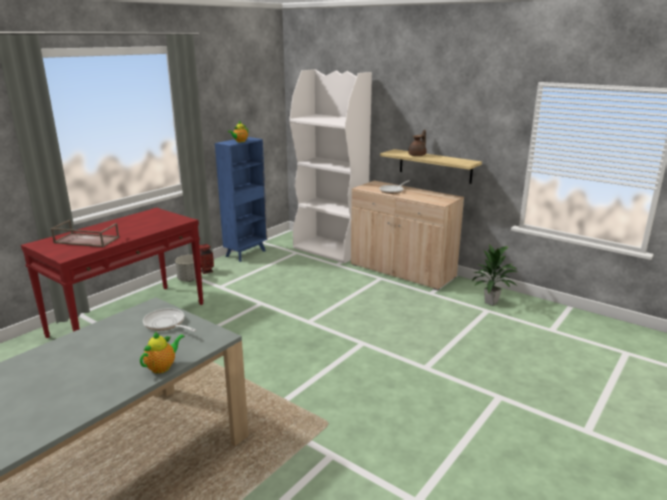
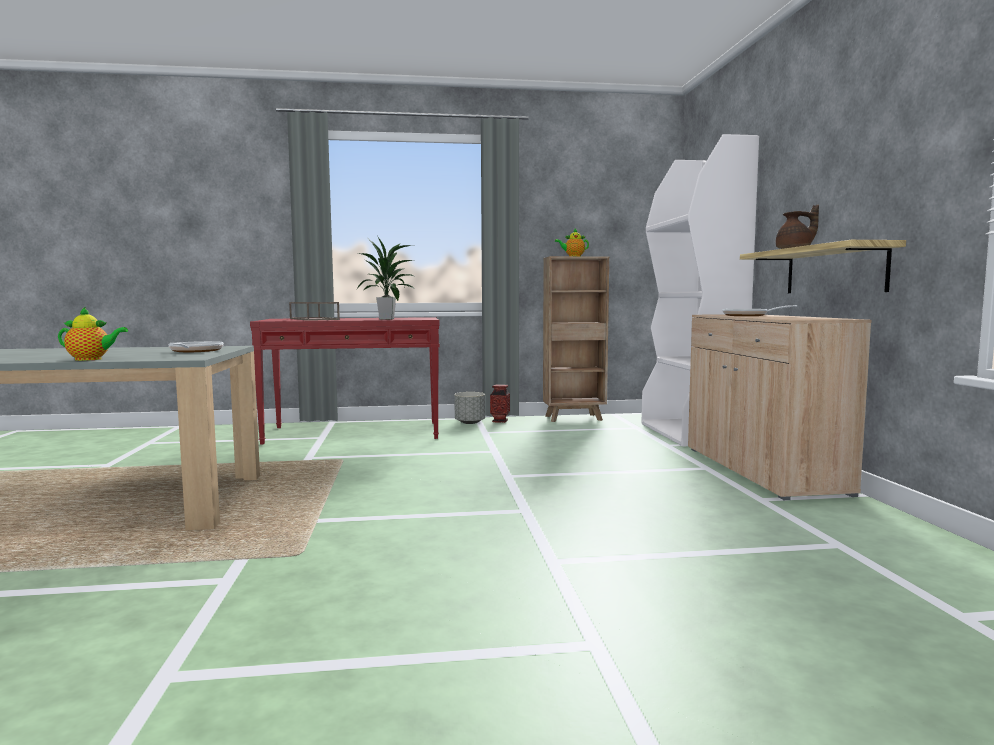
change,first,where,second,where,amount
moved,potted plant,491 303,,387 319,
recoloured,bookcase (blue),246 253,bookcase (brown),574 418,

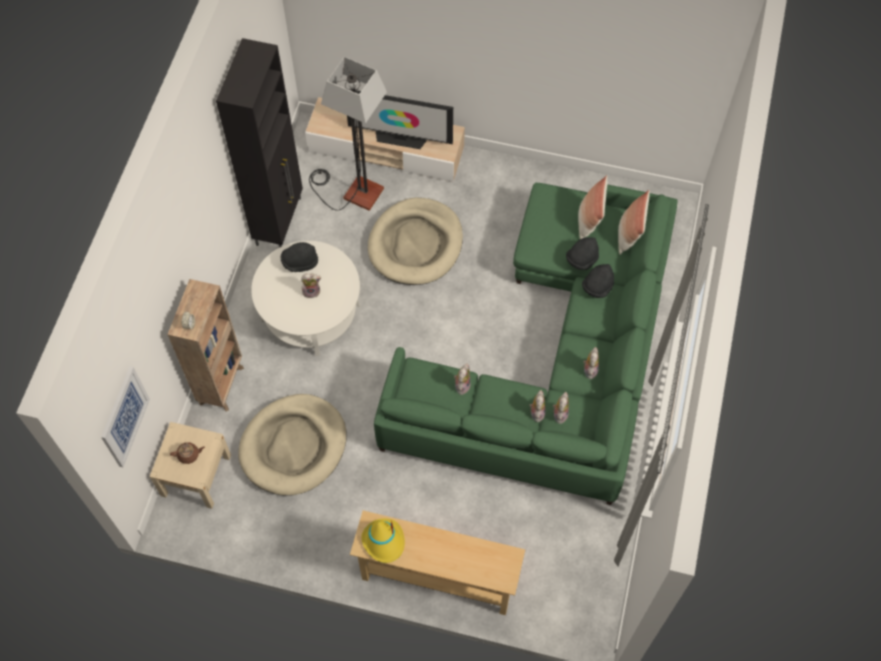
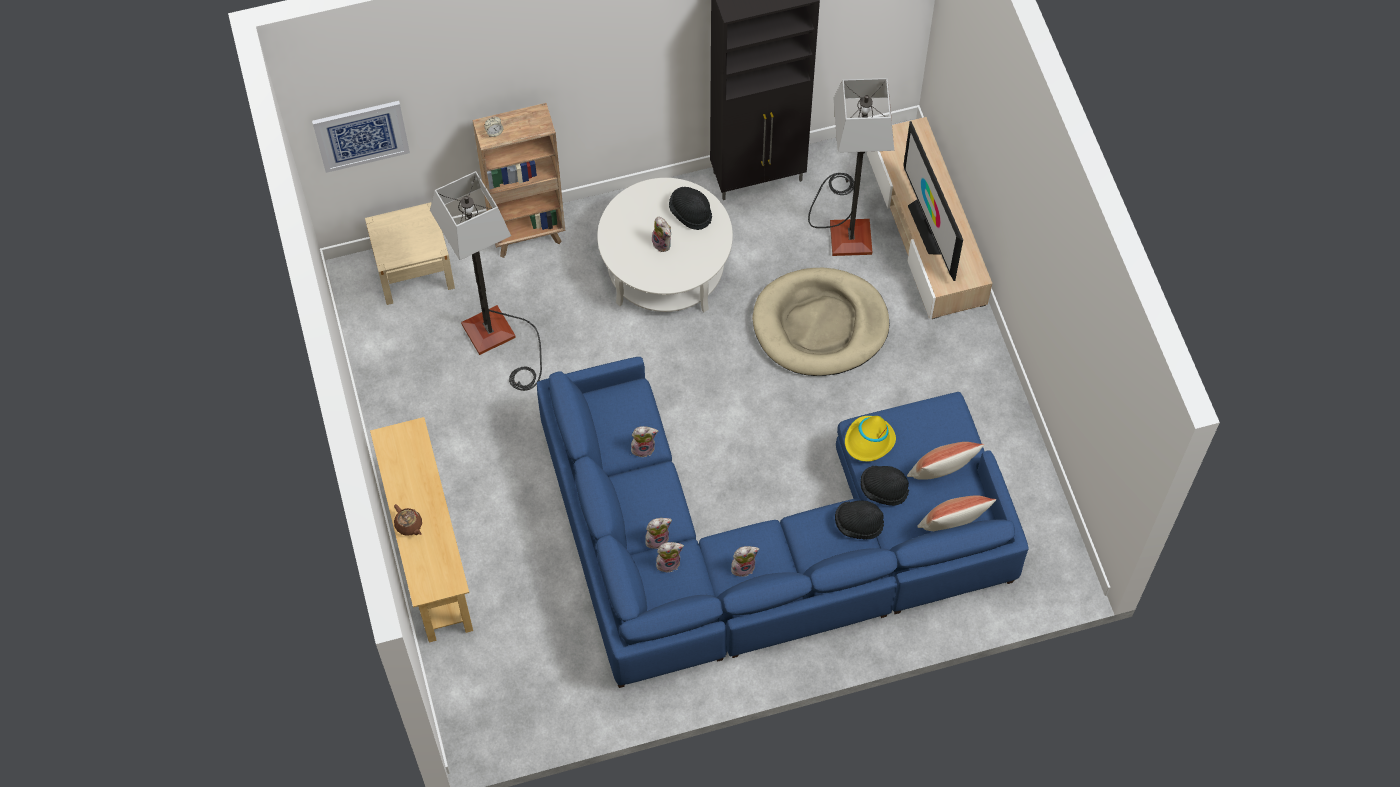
change,first,where,second,where,amount
moved,teapot (brown),189 455,,409 525,
moved,hat (yellow),384 541,,869 441,
replaced,dog bed (beige),294 446,floor lamp,499 340,
recoloured,sofa (green),555 359,sofa (blue),765 543,

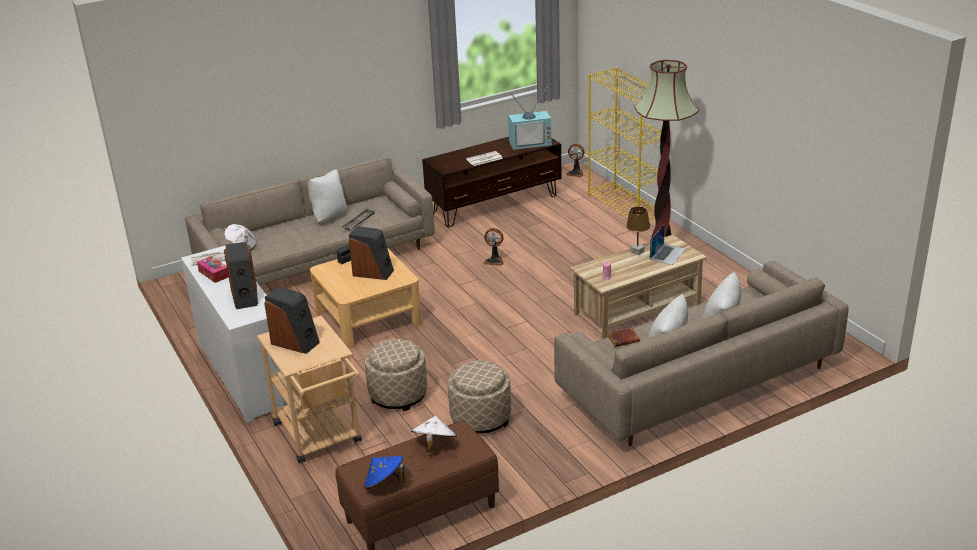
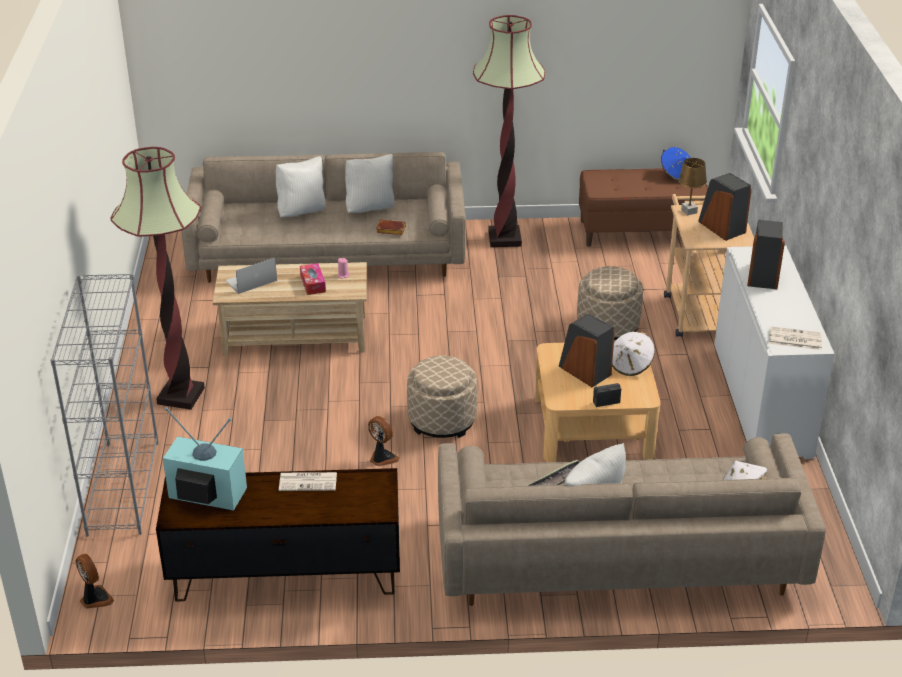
change,first,where,second,where,amount
added,,,floor lamp,505 238,
moved,tissue box,214 274,,313 284,
moved,hat (white),434 445,,631 365,
moved,ottoman (beige),481 418,,442 420,
moved,table lamp (brown),637 251,,688 211,
recoloured,bookcase (yellow),626 208,bookcase (grey),123 487,

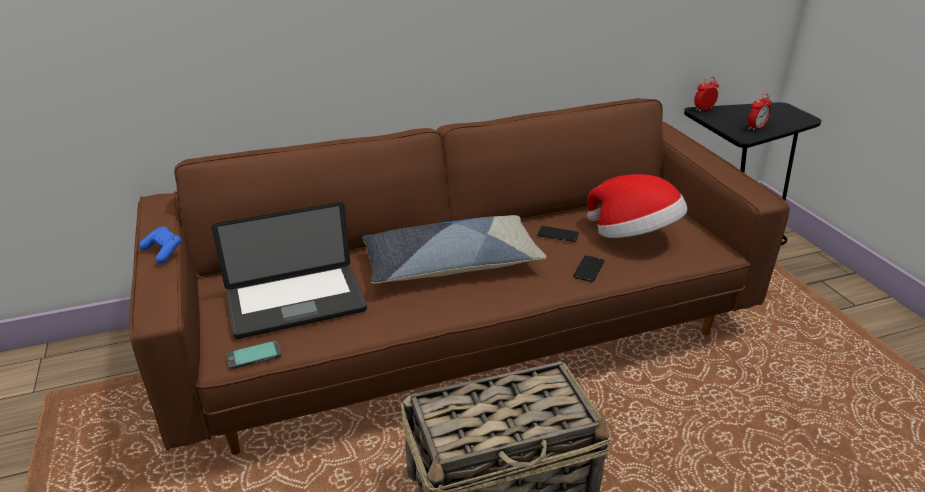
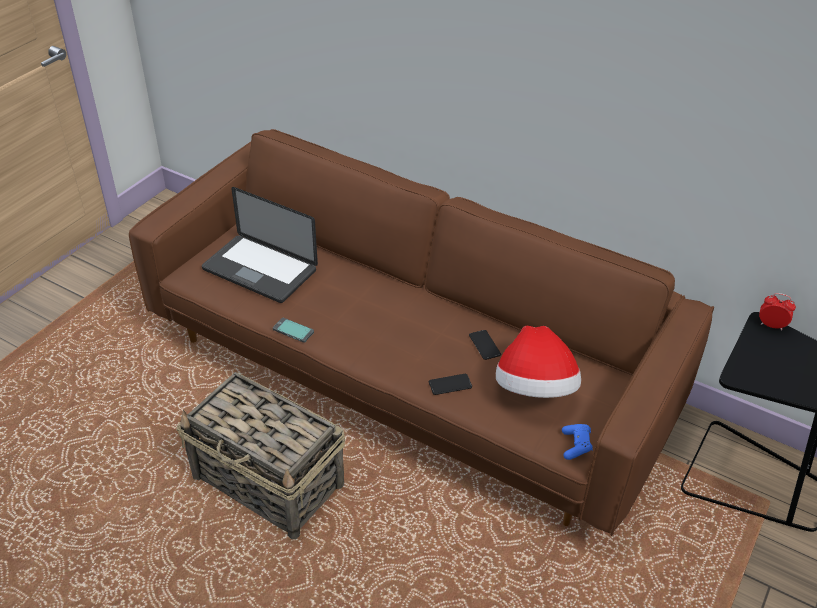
change,first,where,second,where,amount
removed,pillow,451 264,,,
removed,alarm clock,756 128,,,
moved,game controller (blue),163 252,,576 446,
moved,phone,254 356,,293 331,

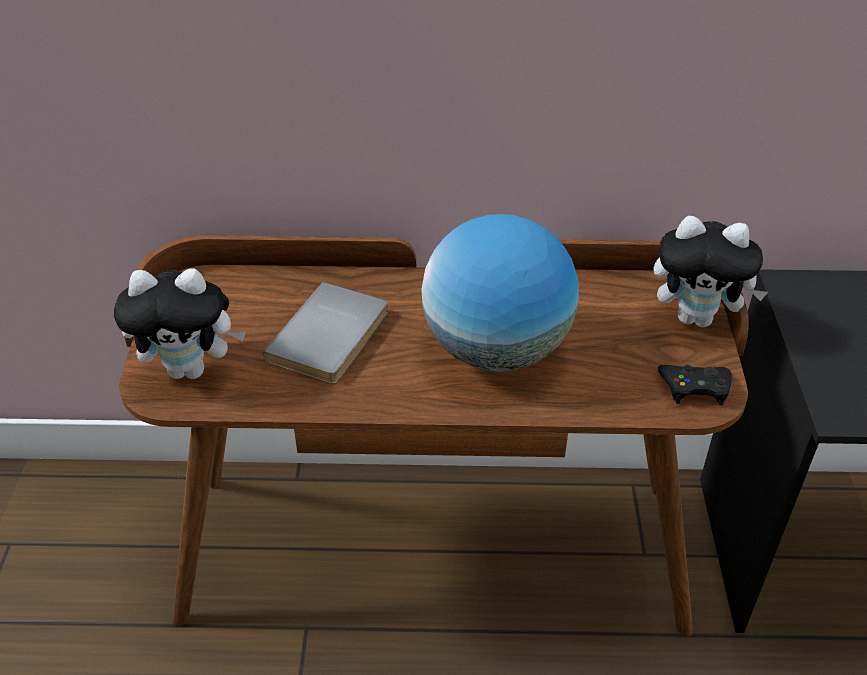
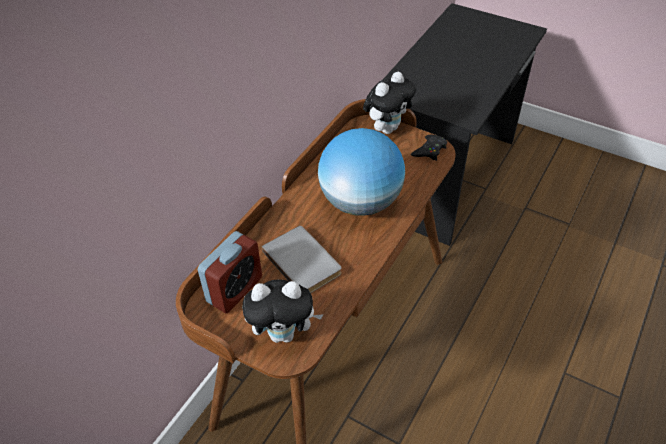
change,first,where,second,where,amount
added,,,alarm clock,234 290,
turned,plush toy,191 369,,284 333,60 degrees clockwise

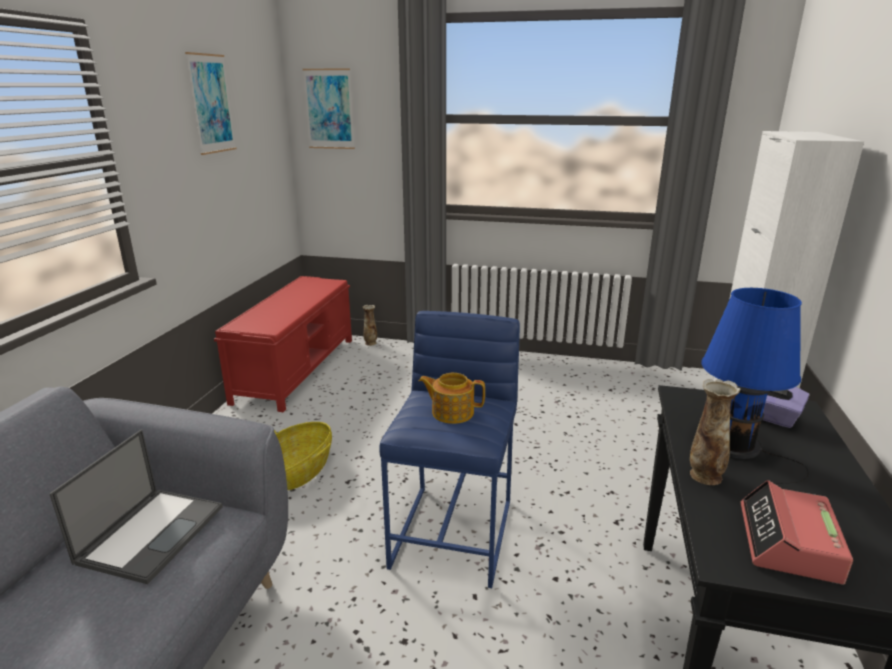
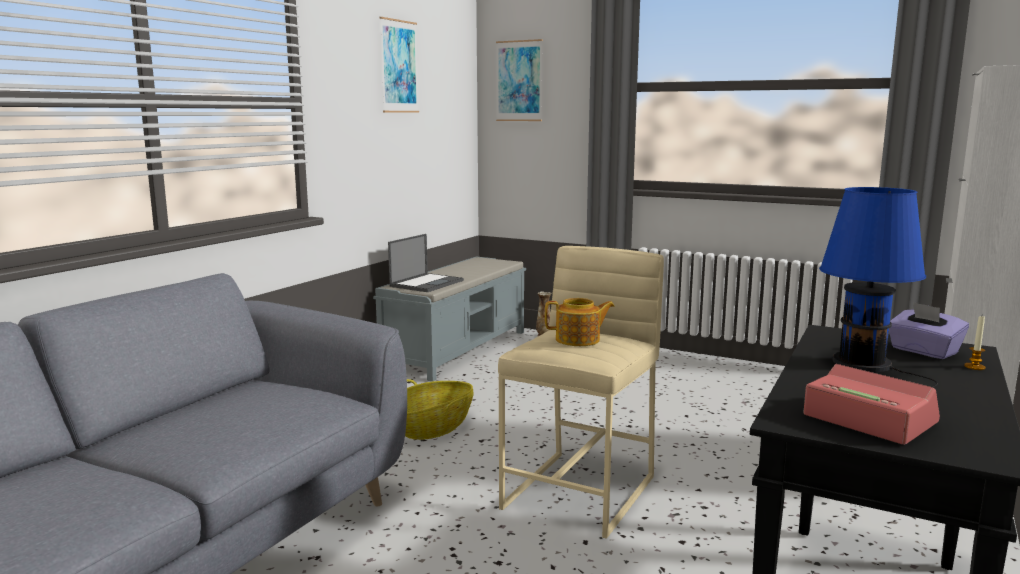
change,first,where,second,where,amount
removed,vase,704 476,,,
added,,,candle,974 367,
moved,laptop,152 532,,427 283,
recoloured,bench (red),297 368,bench (grey),457 349,
recoloured,stool (blue),454 532,stool (beige),581 492,
turned,teapot,452 412,,578 340,150 degrees clockwise
turned,alarm clock,788 543,,868 419,105 degrees clockwise

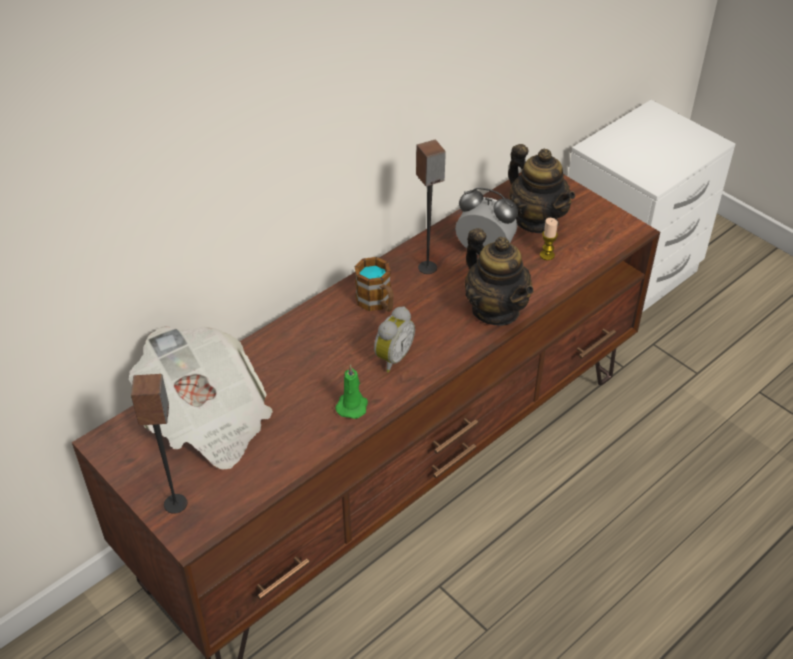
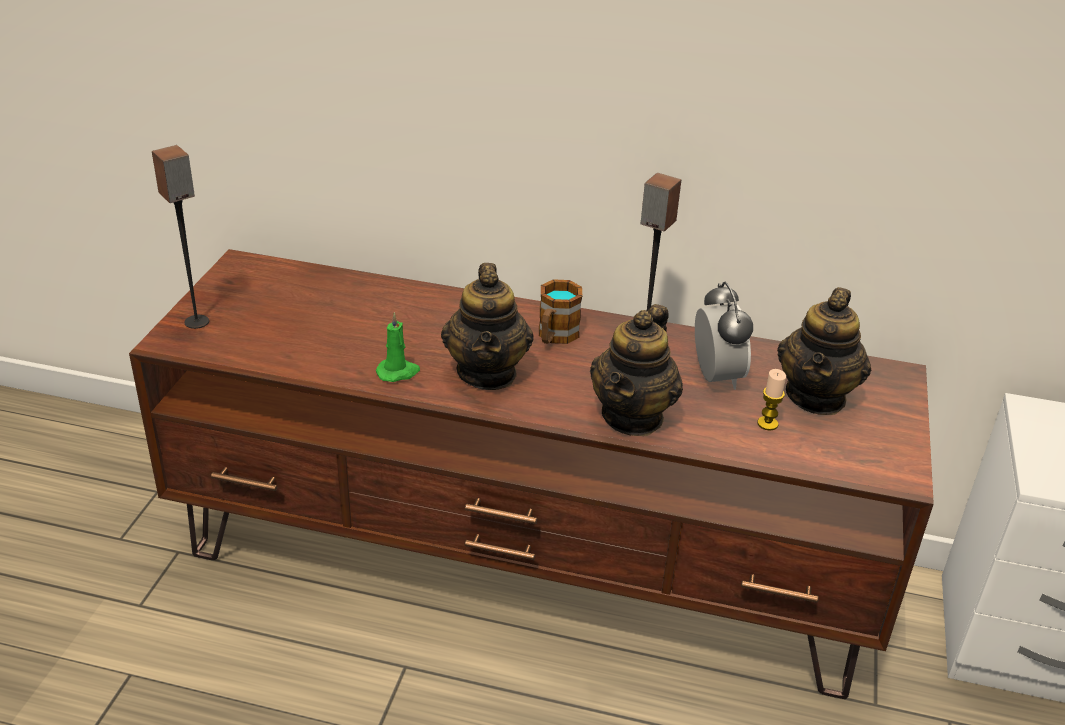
change,first,where,second,where,amount
removed,newspaper,206 419,,,
replaced,alarm clock,392 357,teapot,487 373,

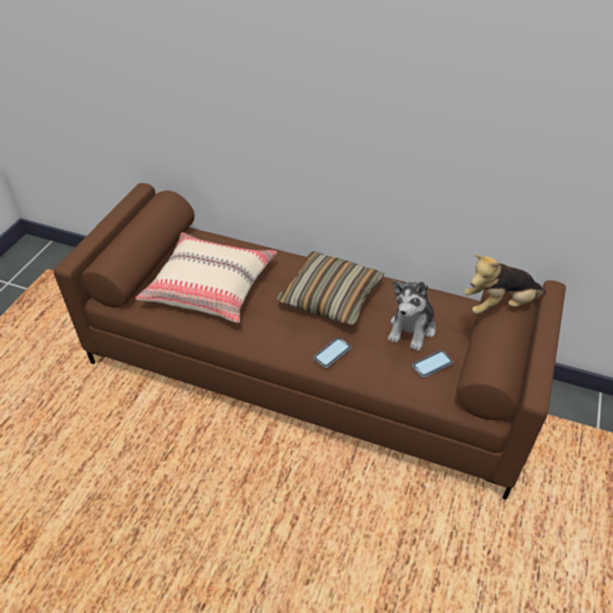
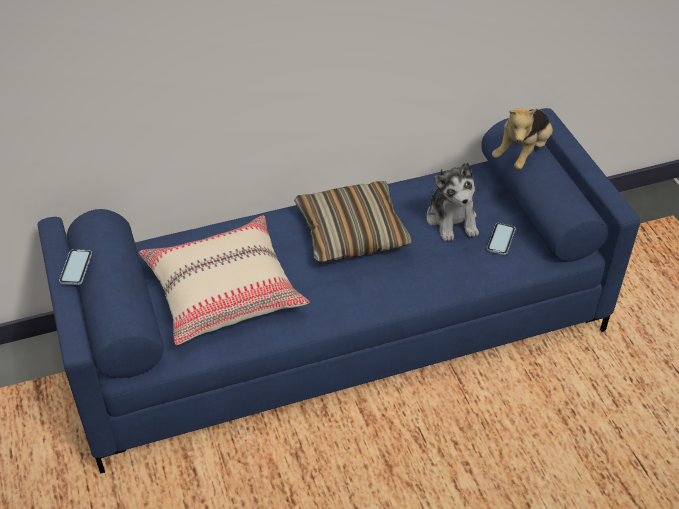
change,first,where,second,where,amount
moved,phone,332 353,,76 268,
recoloured,sofa (brown),308 371,sofa (blue),340 333,

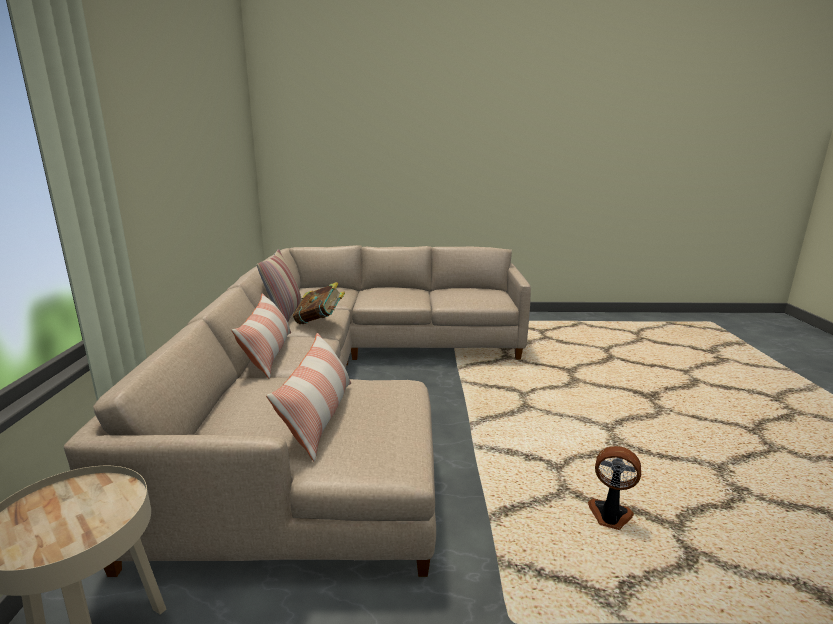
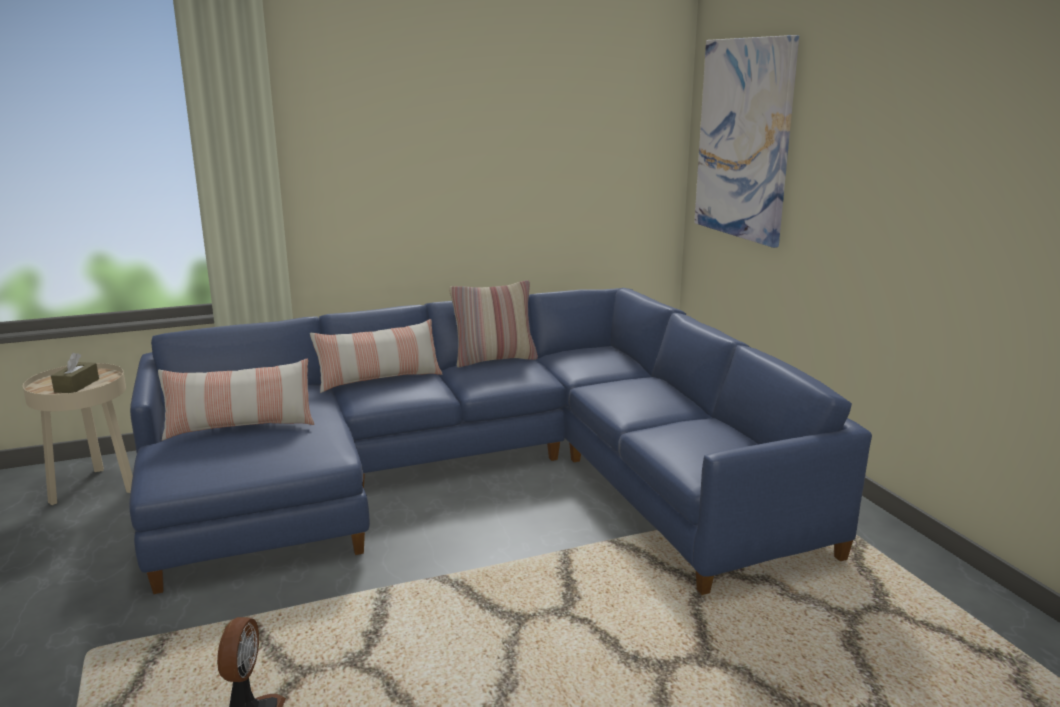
change,first,where,second,where,amount
removed,book,320 322,,,
added,,,tissue box (brown),77 385,
added,,,picture,744 139,
recoloured,sofa (beige),345 391,sofa (blue),480 476,

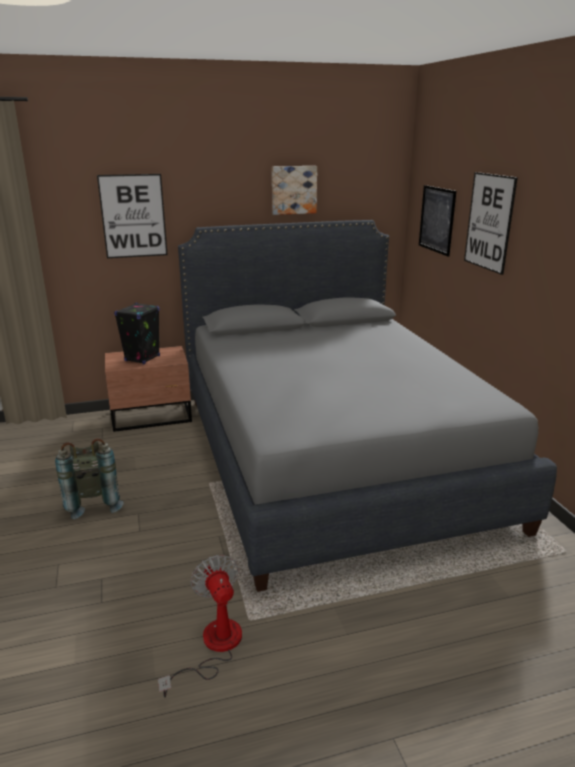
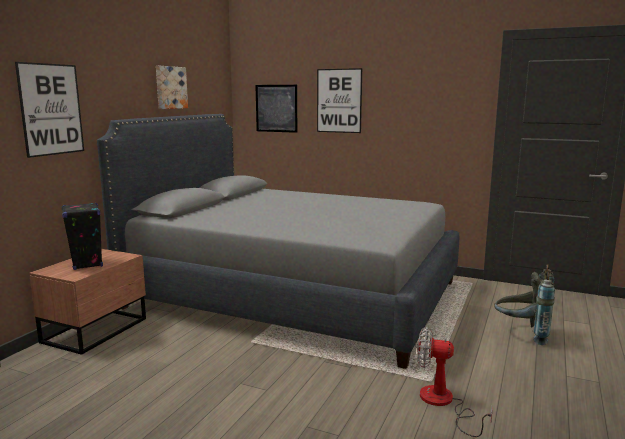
change,first,where,second,where,amount
moved,backpack (grey),93 502,,522 334,

